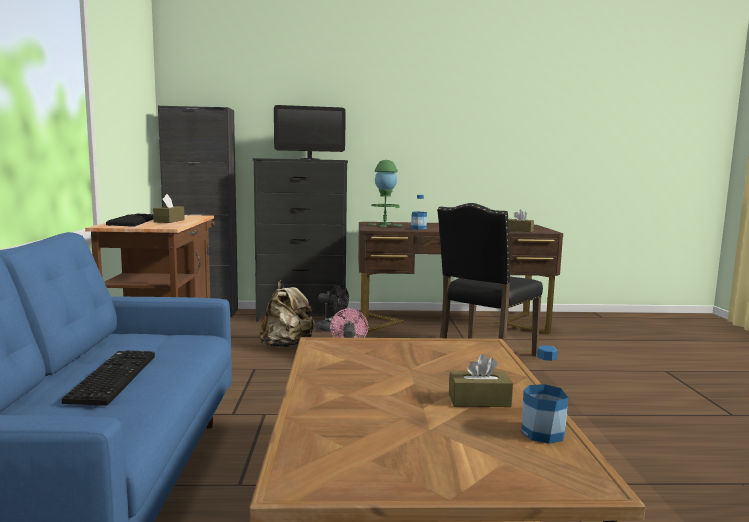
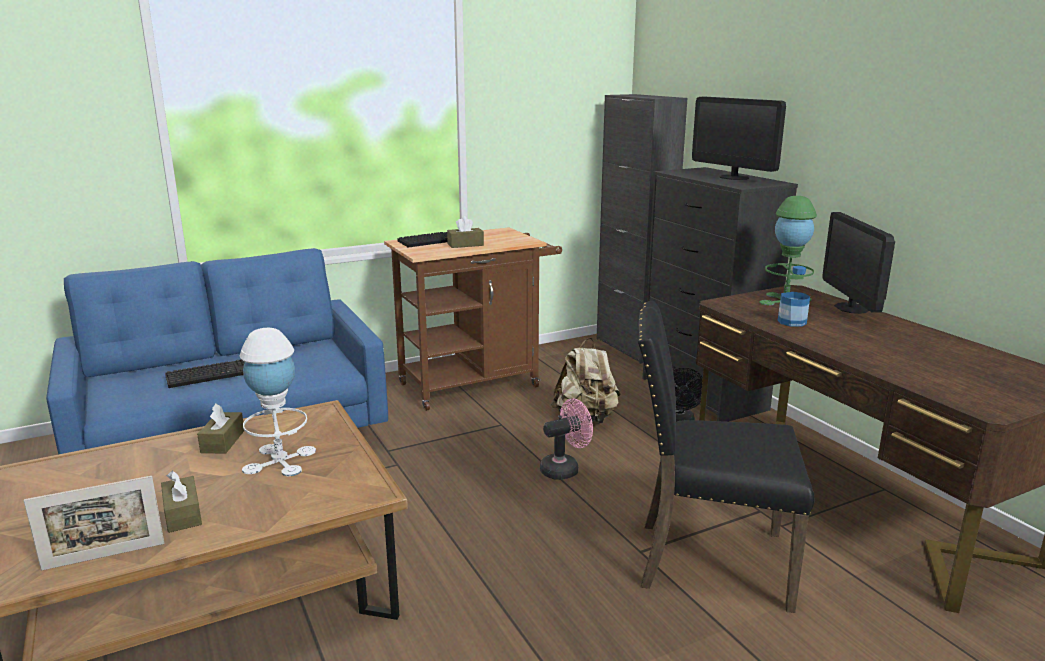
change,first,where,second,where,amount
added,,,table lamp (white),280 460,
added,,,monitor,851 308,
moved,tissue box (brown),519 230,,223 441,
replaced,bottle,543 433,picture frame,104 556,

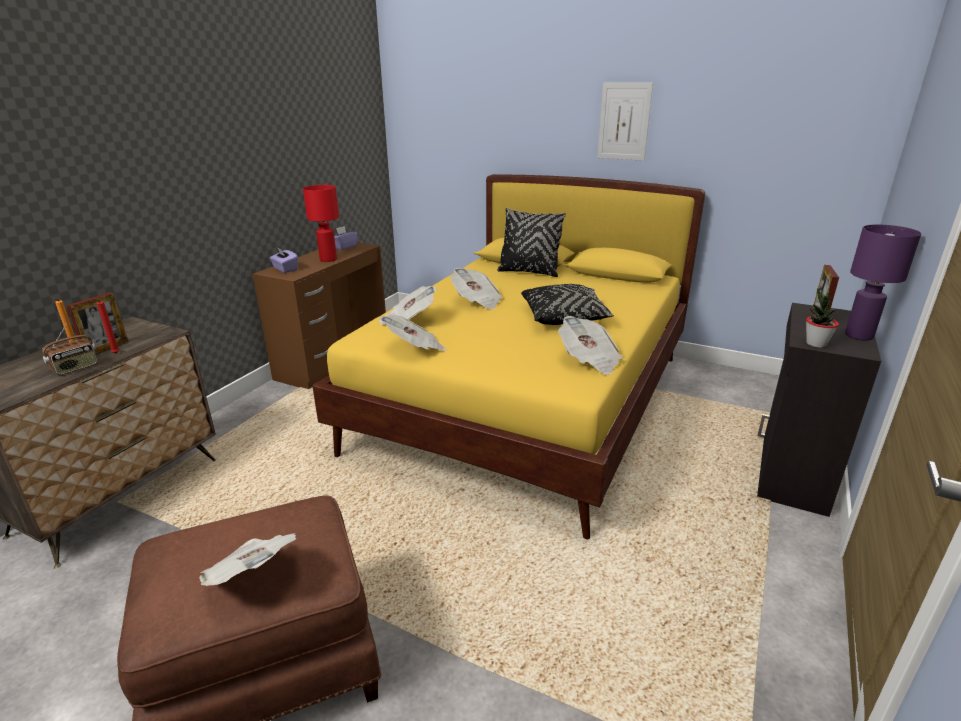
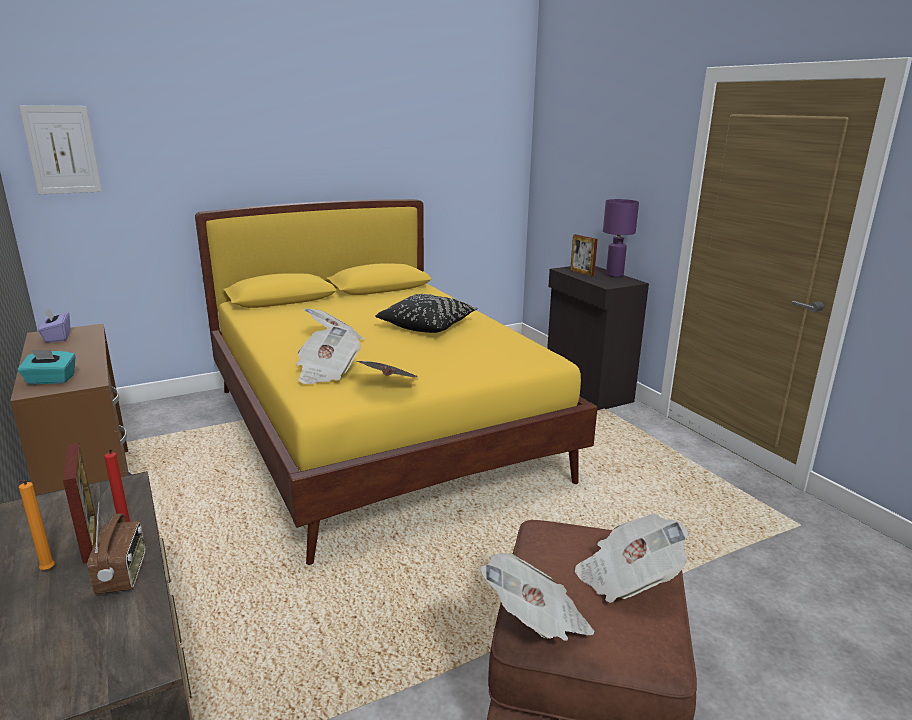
change,first,where,second,where,amount
removed,table lamp (red),328 259,,,
removed,pillow (black),529 272,,,
removed,potted plant,816 344,,,
moved,newspaper,589 360,,536 621,
moved,picture,624 121,,62 150,
recoloured,tissue box (purple),285 269,tissue box (turquoise),50 380,

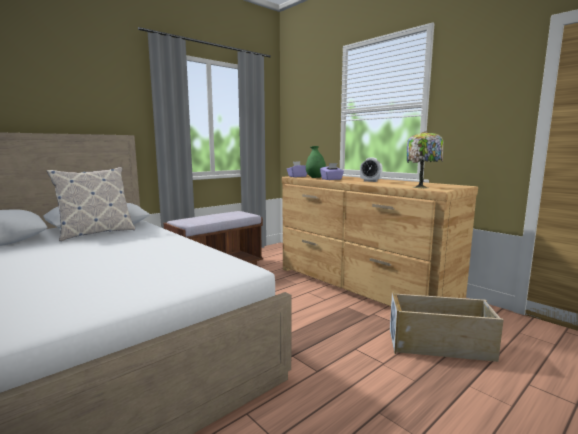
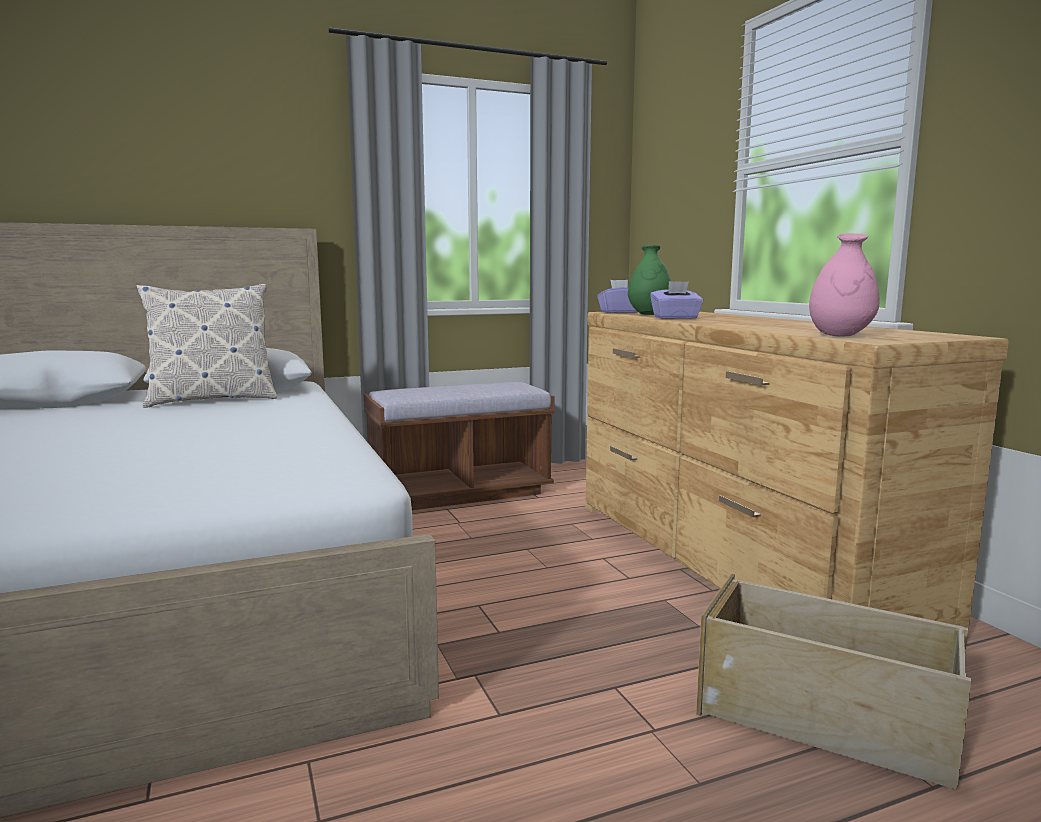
change,first,where,second,where,amount
removed,alarm clock,370 181,,,
replaced,table lamp,422 187,vase (pink),840 335,

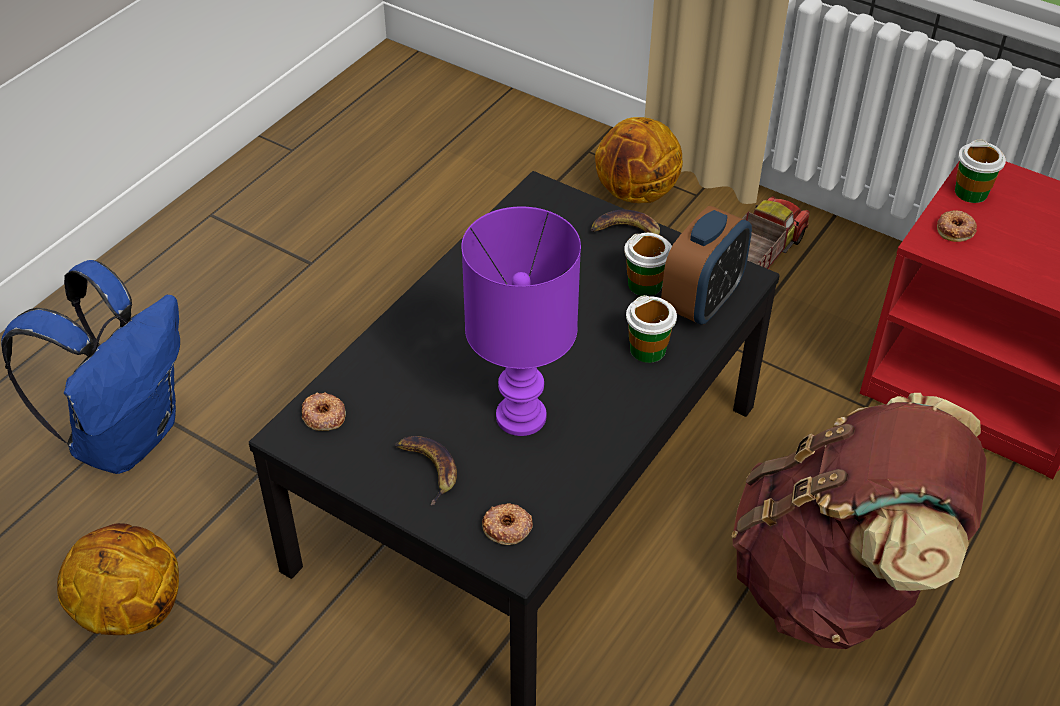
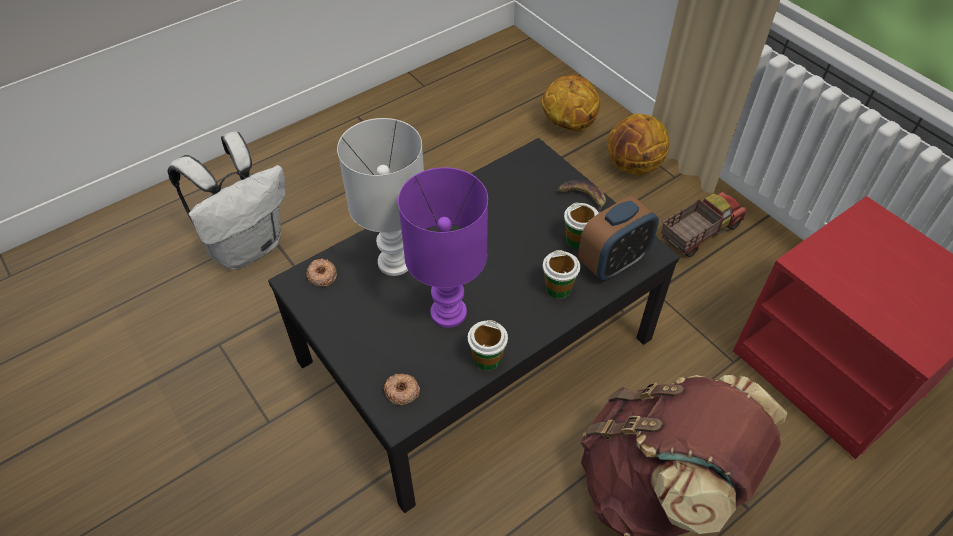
change,first,where,second,where,amount
removed,banana,427 468,,,
removed,donut,955 229,,,
added,,,table lamp (white),394 261,
moved,basketball,129 611,,567 124,
moved,cup,971 192,,487 358,
recoloured,backpack (blue),126 436,backpack (white),248 246,

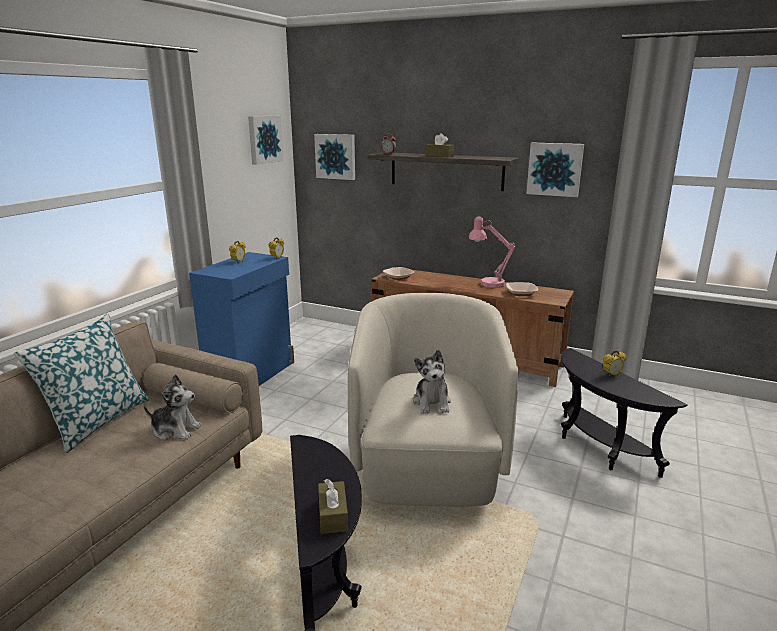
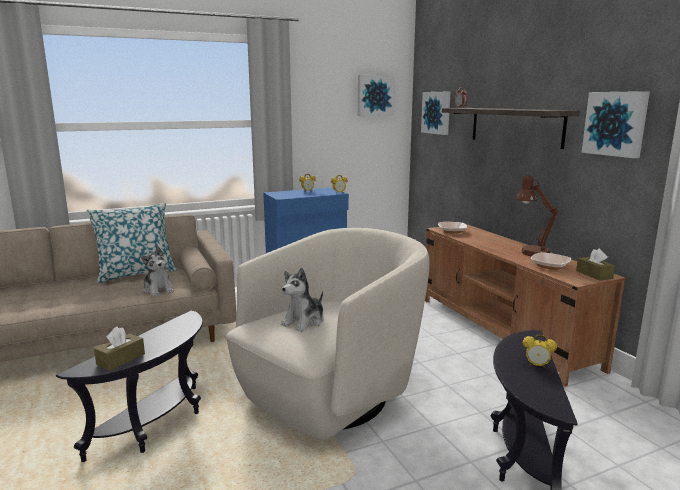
change,first,where,second,where,amount
moved,tissue box (brown),439 156,,594 274,
recoloured,table lamp (pink),487 283,table lamp (brown),531 251,

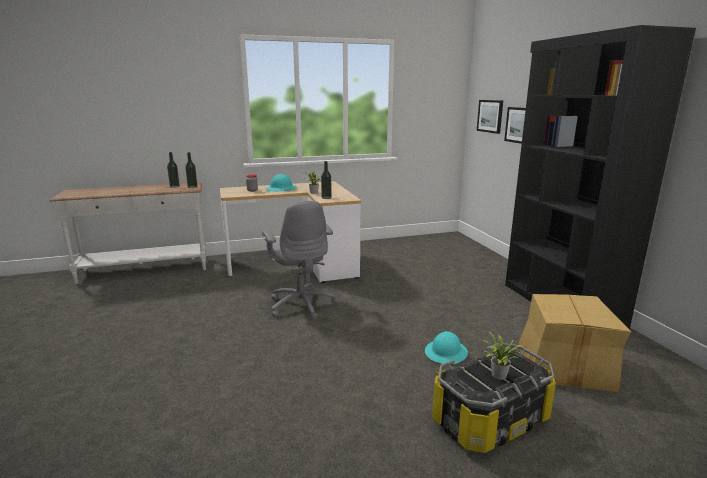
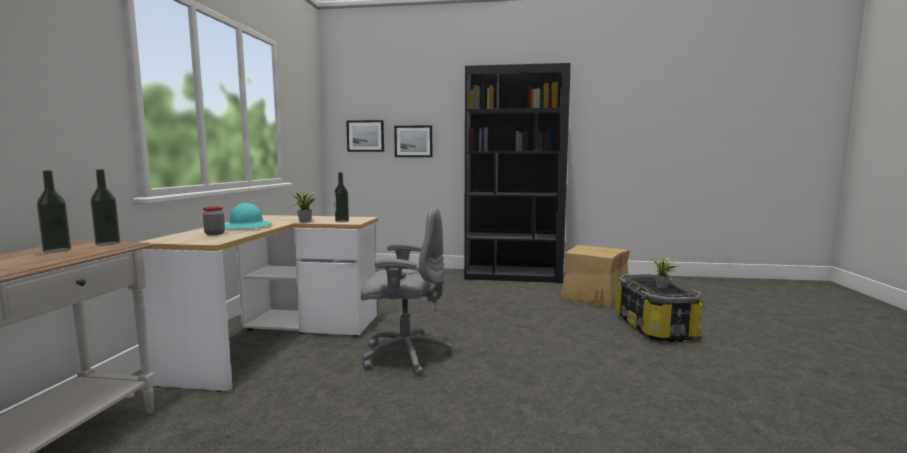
change,first,where,second,where,amount
removed,hard hat (turquoise),446 353,,,

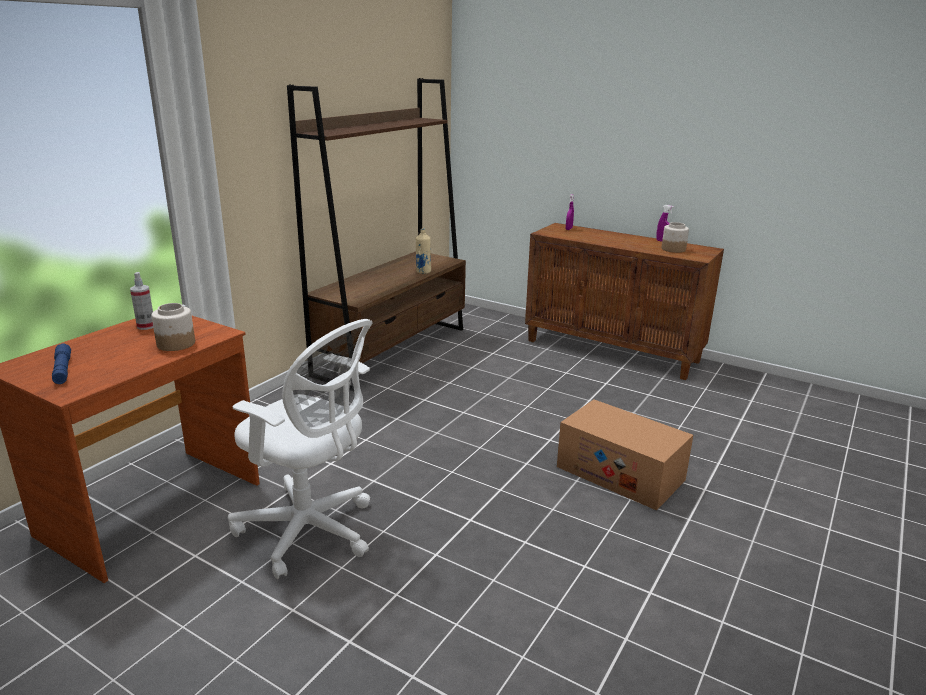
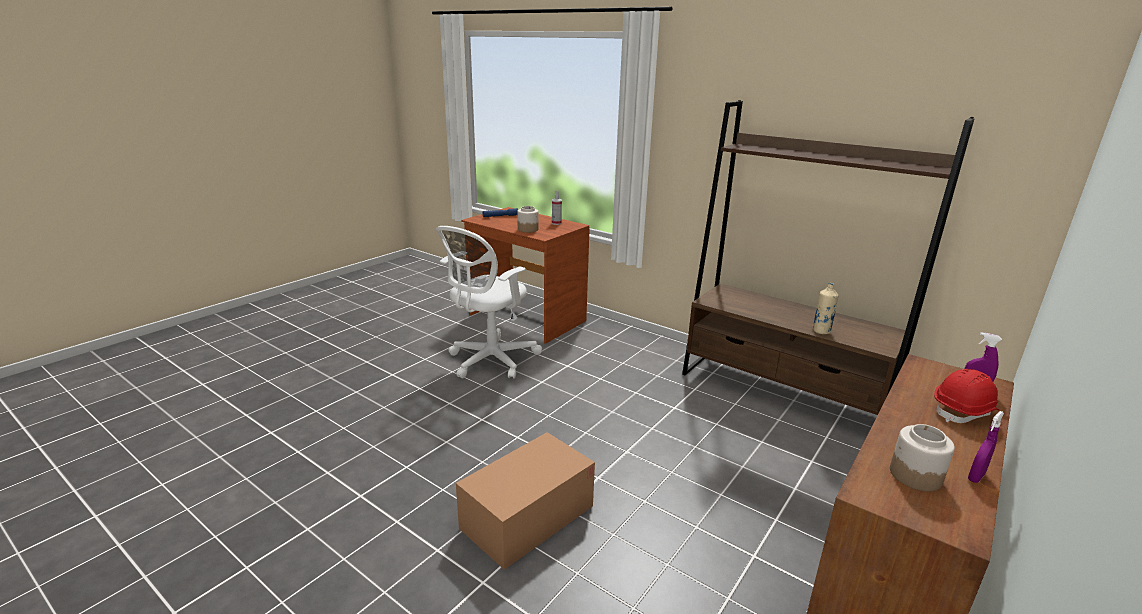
change,first,where,second,where,amount
added,,,hard hat (red),964 411,

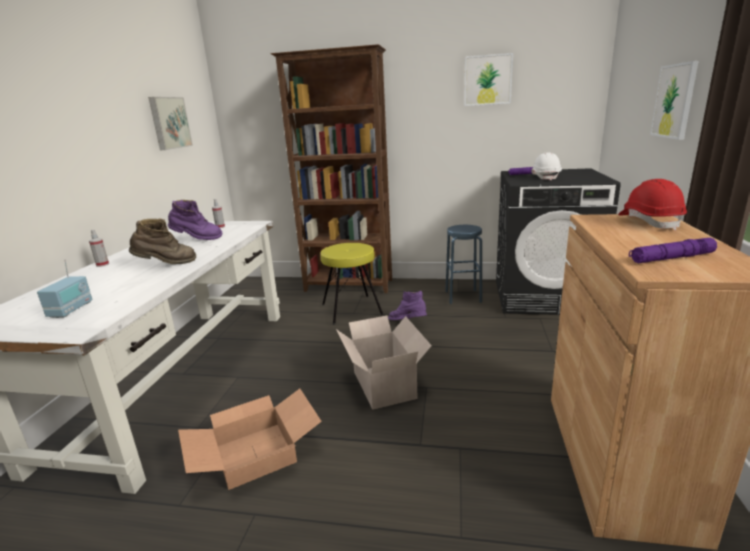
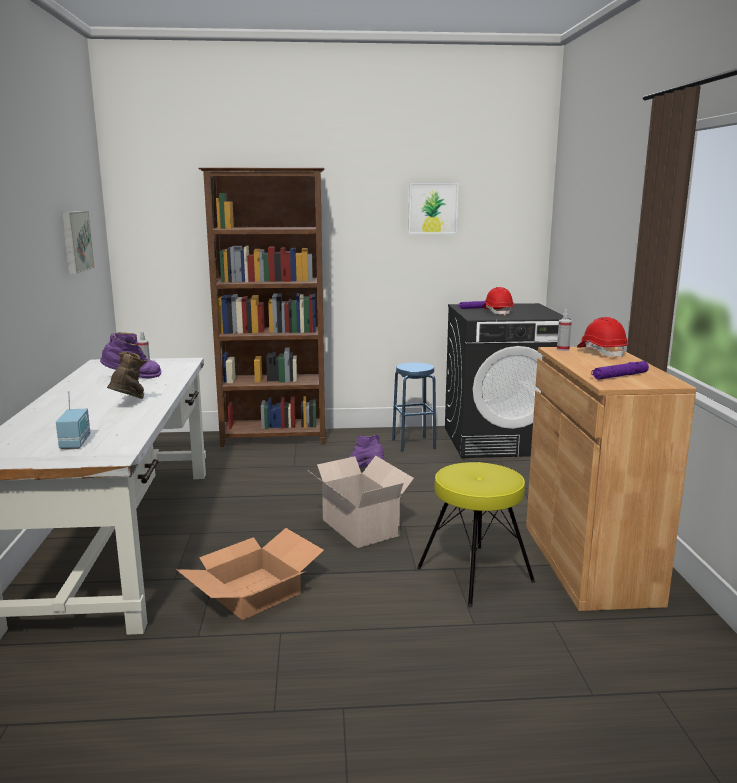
change,first,where,second,where,amount
removed,picture,674 101,,,
moved,spray bottle,102 264,,563 349,
moved,stool (yellow),352 309,,475 574,
recoloured,hard hat (white),545 177,hard hat (red),498 312,
turned,boot (brown),167 265,,130 403,45 degrees counterclockwise

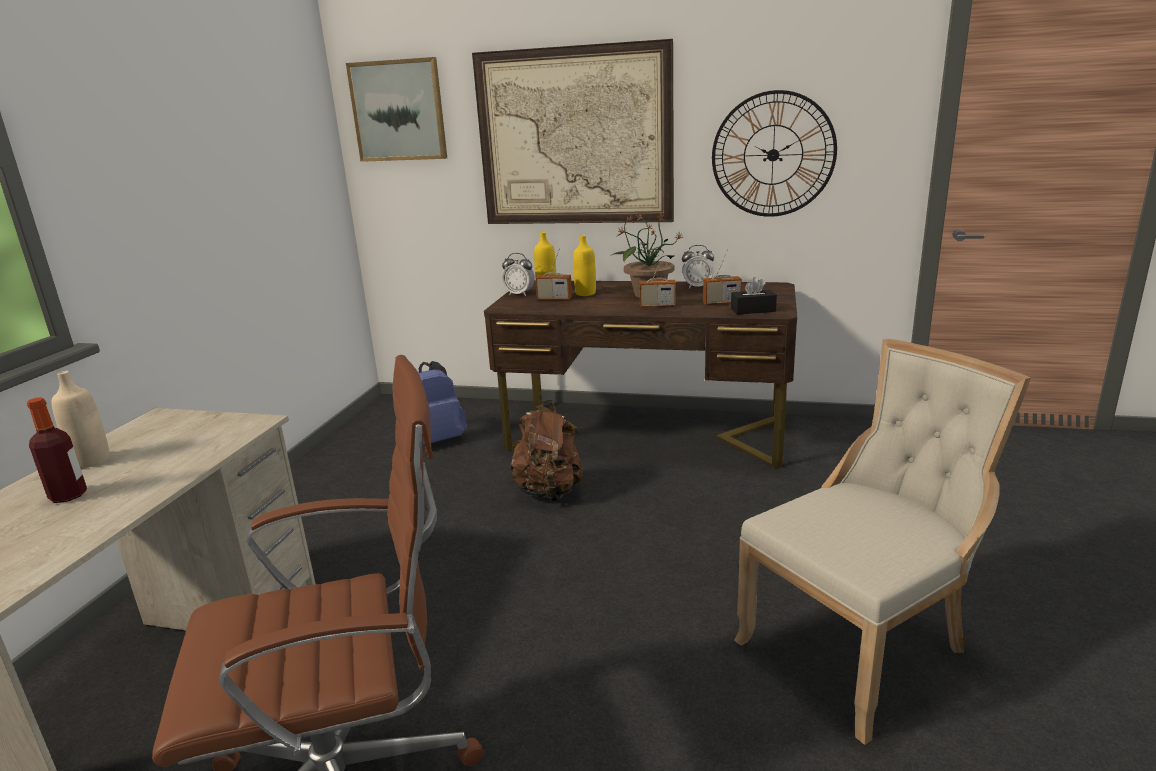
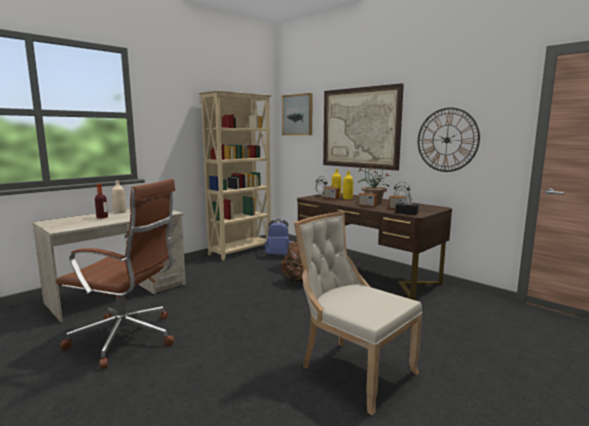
change,first,where,second,where,amount
added,,,bookcase (beige),241 251,
turned,chair (beige),860 648,,353 370,135 degrees counterclockwise

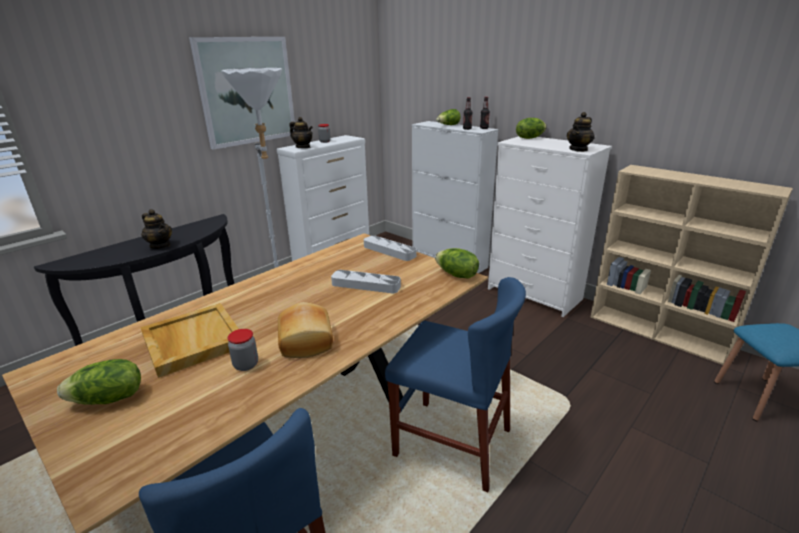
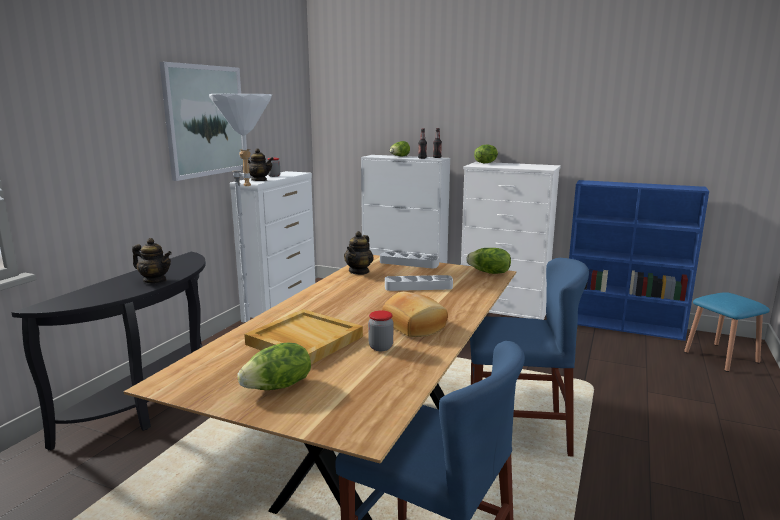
change,first,where,second,where,amount
moved,teapot,578 149,,359 271,
recoloured,bookcase (beige),659 333,bookcase (blue),623 326,

